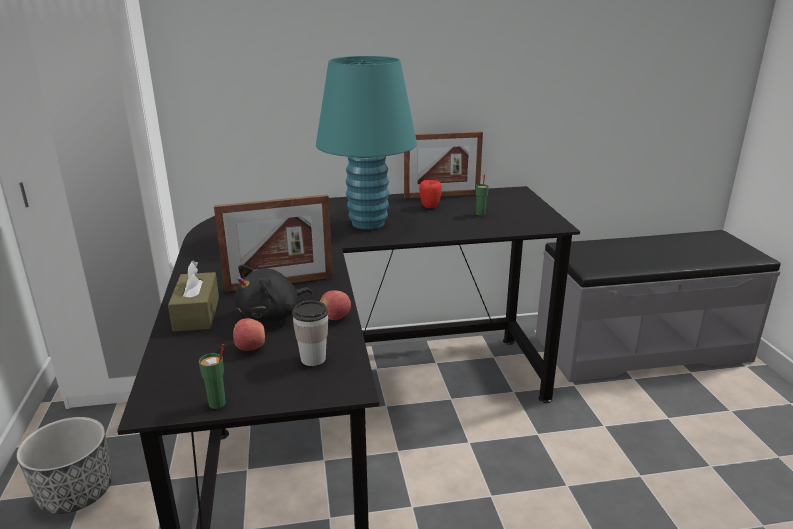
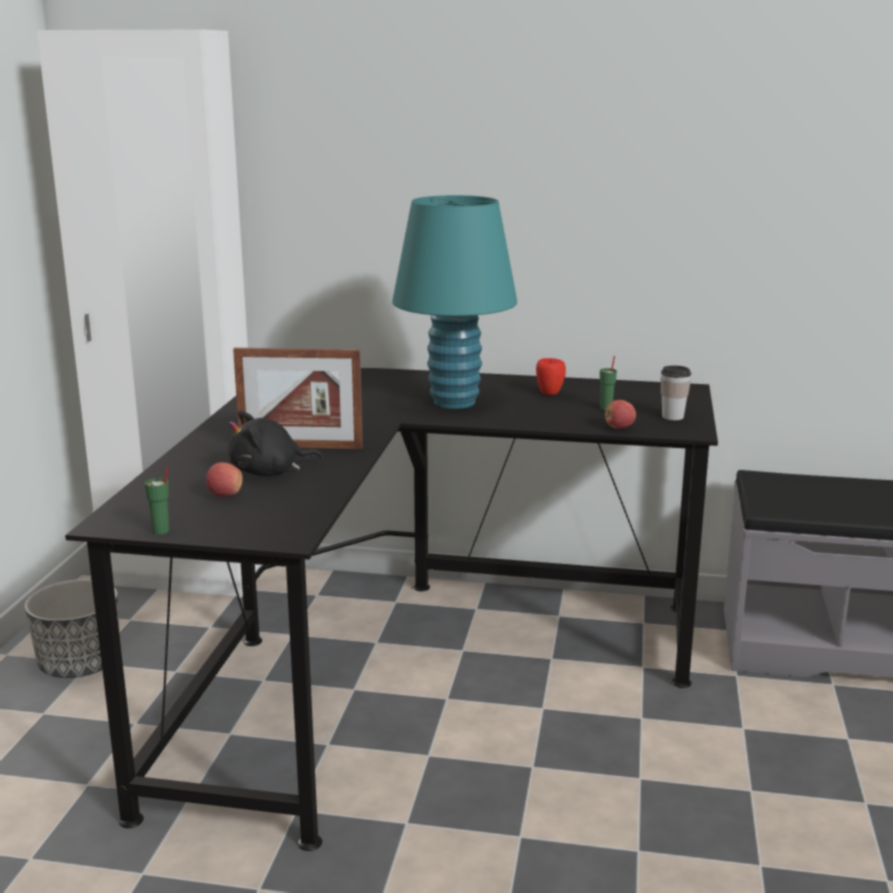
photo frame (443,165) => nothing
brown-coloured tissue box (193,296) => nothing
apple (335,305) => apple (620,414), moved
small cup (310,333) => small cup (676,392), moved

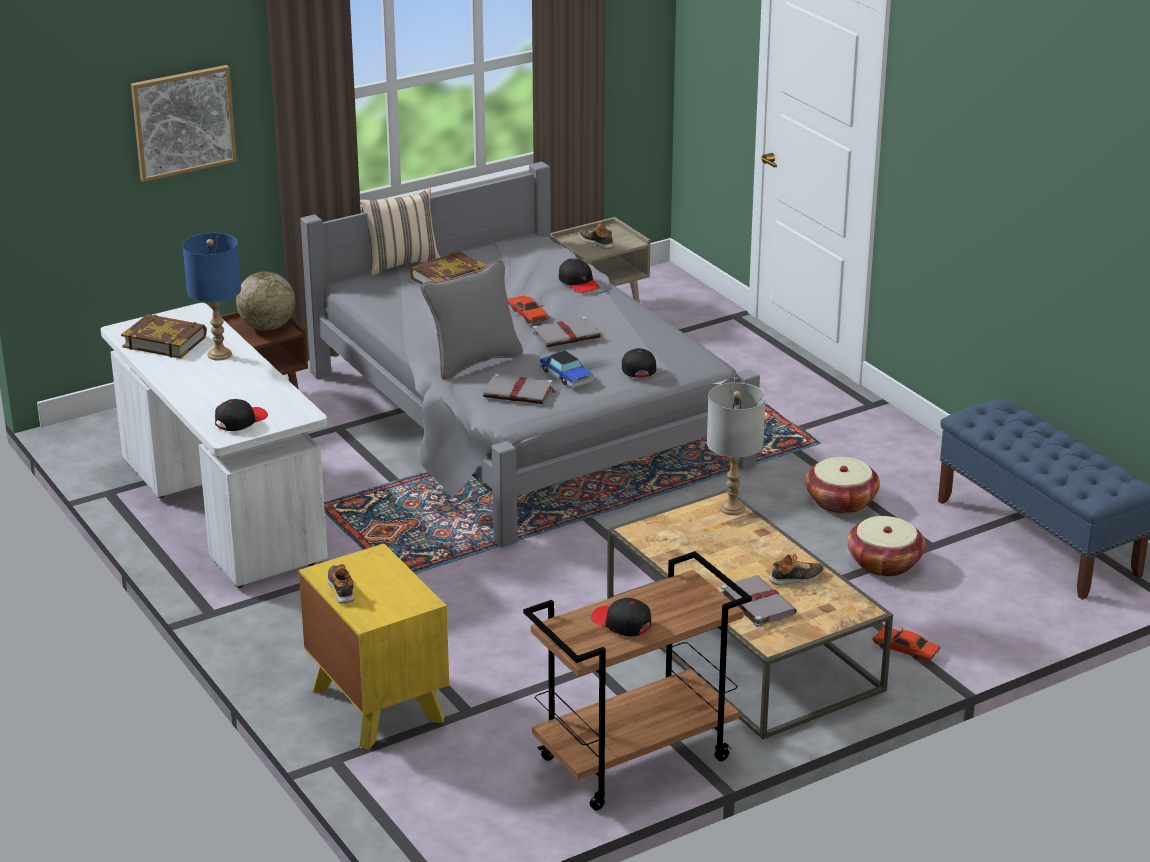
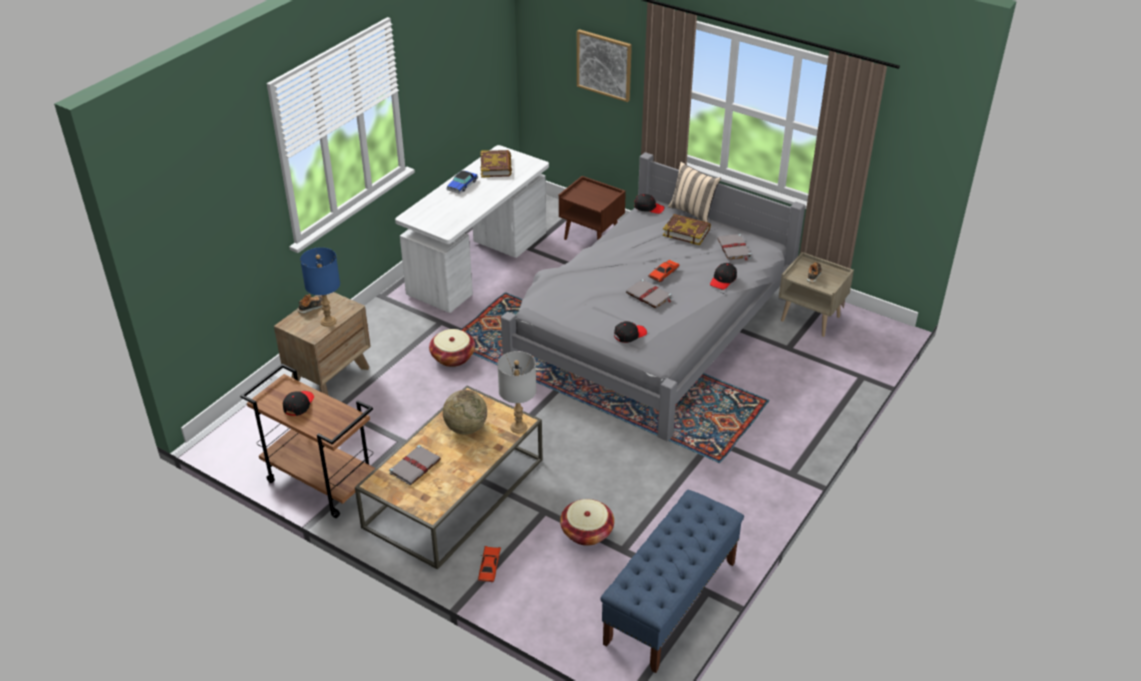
bluish lamp for a table (212,296) => bluish lamp for a table (320,287), moved
gray cushion (472,320) => nothing
globe (265,301) => globe (465,412), moved
miniature car (566,369) => miniature car (462,182), moved
gray book (519,388) => gray book (734,247), moved
black-coloured peaked cap (241,415) => black-coloured peaked cap (650,204), moved
household basket (842,485) => household basket (452,348), moved
yellowish nightstand (374,647) => brown-coloured nightstand (322,344)
shoe (796,569) => nothing

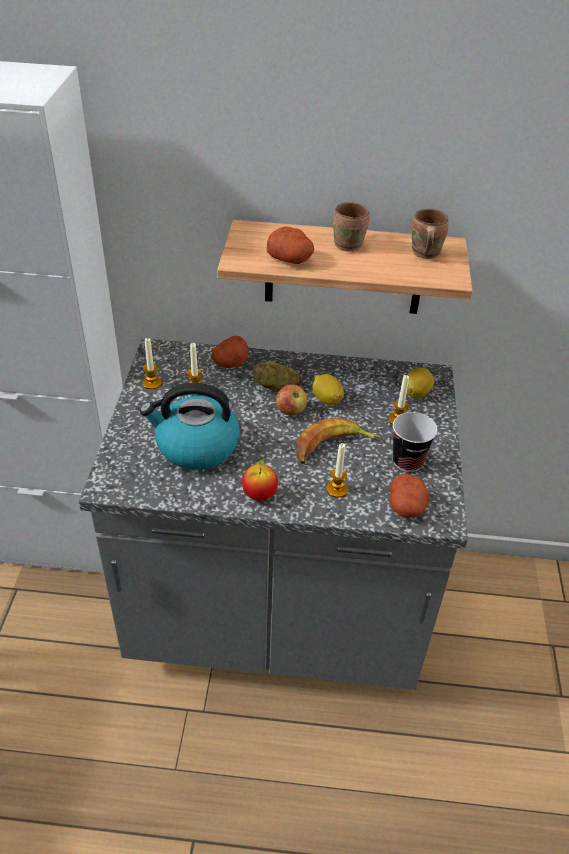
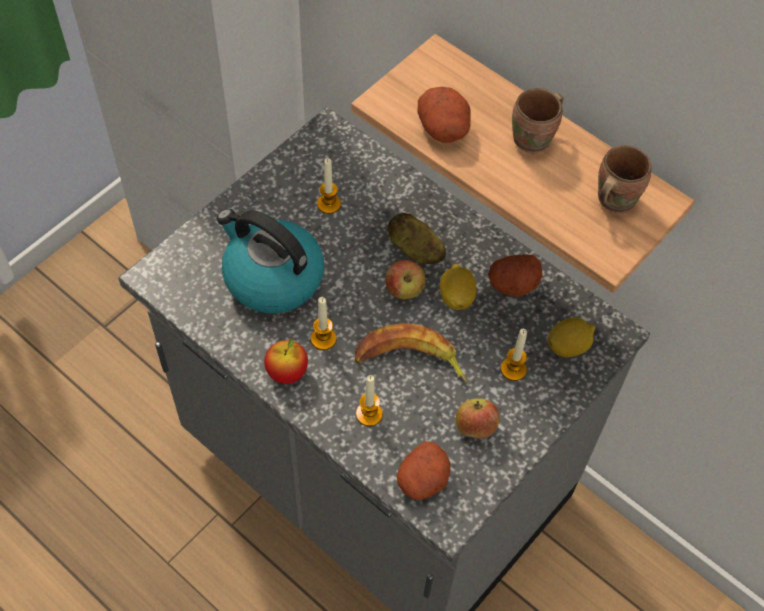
spud (230,351) => spud (516,276), moved
wax light (152,363) => wax light (324,323), moved
small cup (415,442) => apple (478,418)

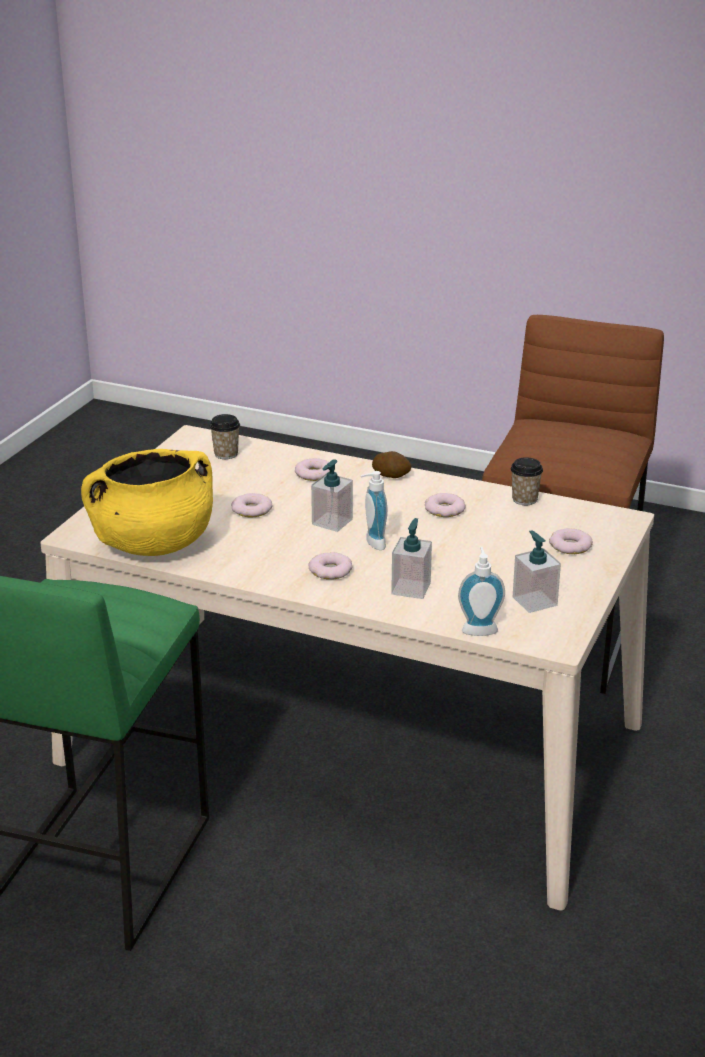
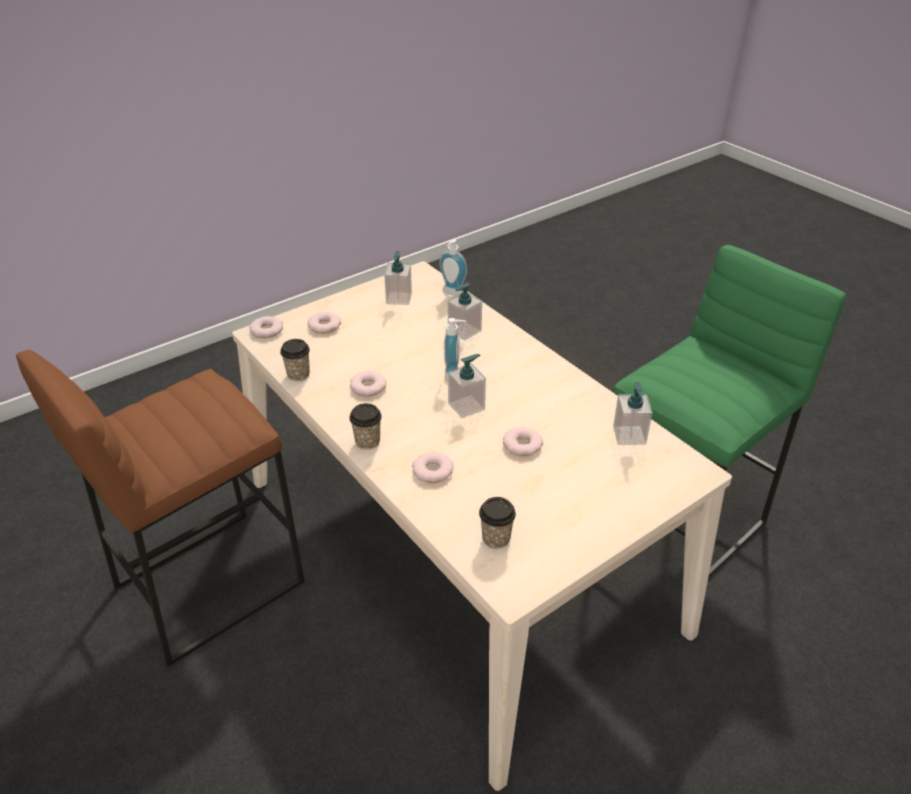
yellowish saucepot (147,502) => soap bottle (633,413)
spud (391,464) => small cup (365,426)
ring doughnut (330,566) => ring doughnut (266,327), moved

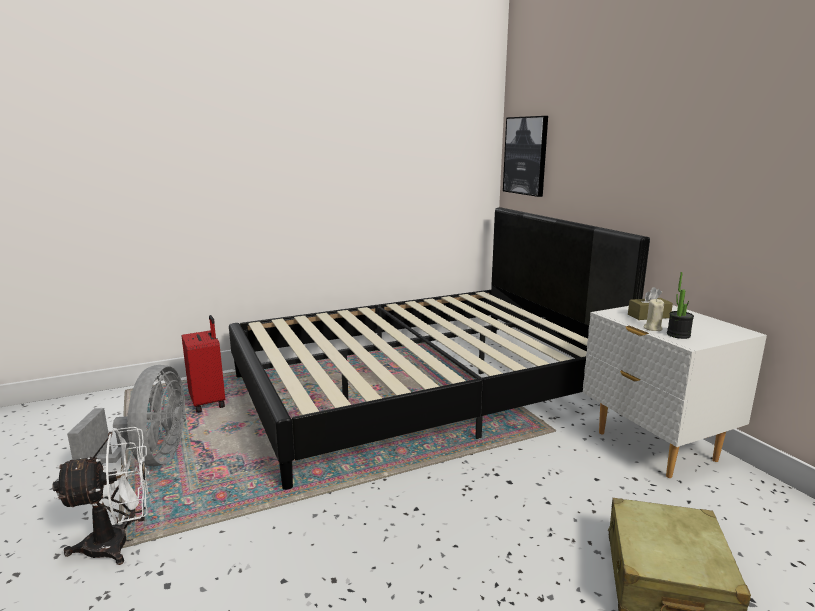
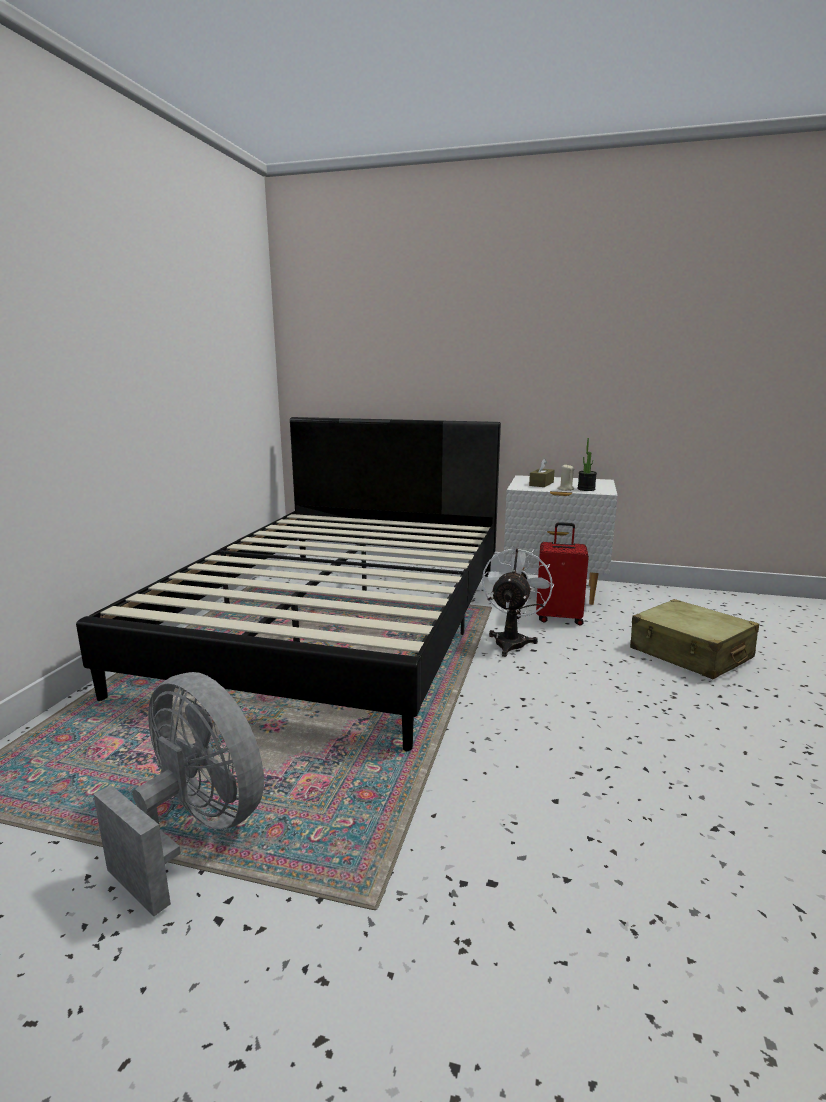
wall picture (525,156) => nothing
red-coloured piece of luggage (203,364) => red-coloured piece of luggage (562,574), moved
whitish electric fan (101,496) => whitish electric fan (518,601), moved

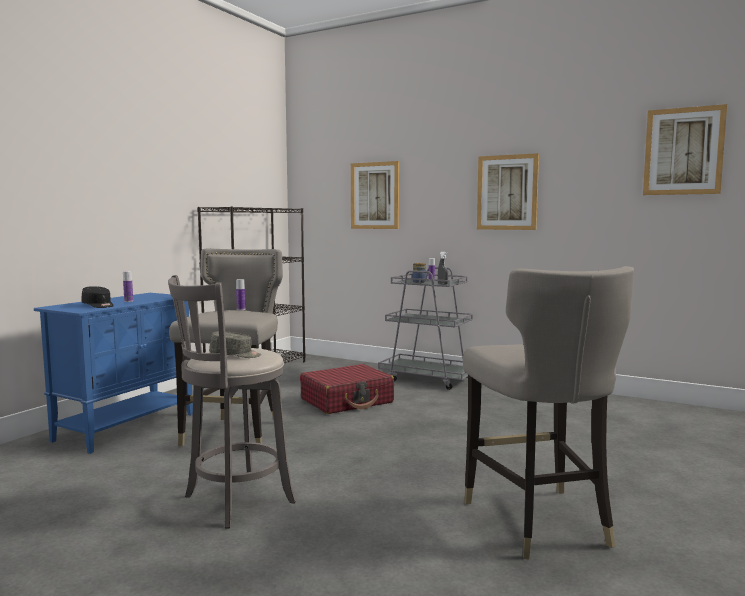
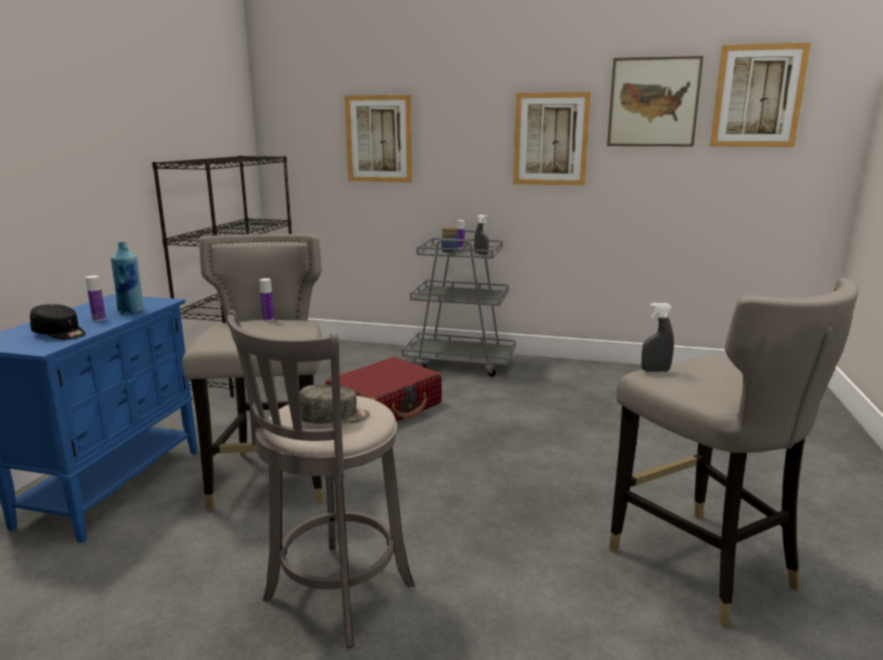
nothing => wall picture (655,101)
nothing => bluish drink bottle (127,278)
nothing => gray spray bottle (657,337)

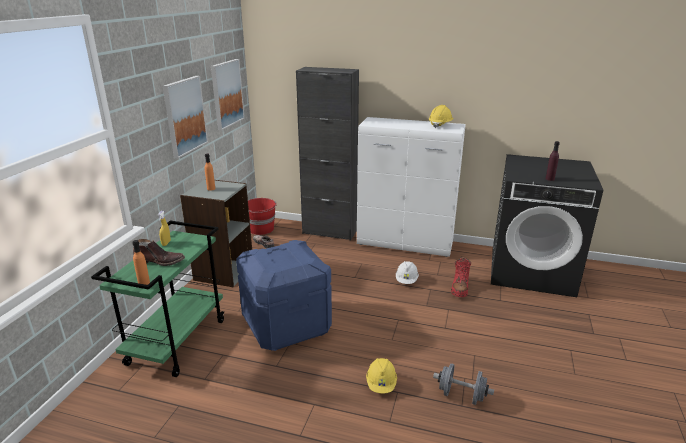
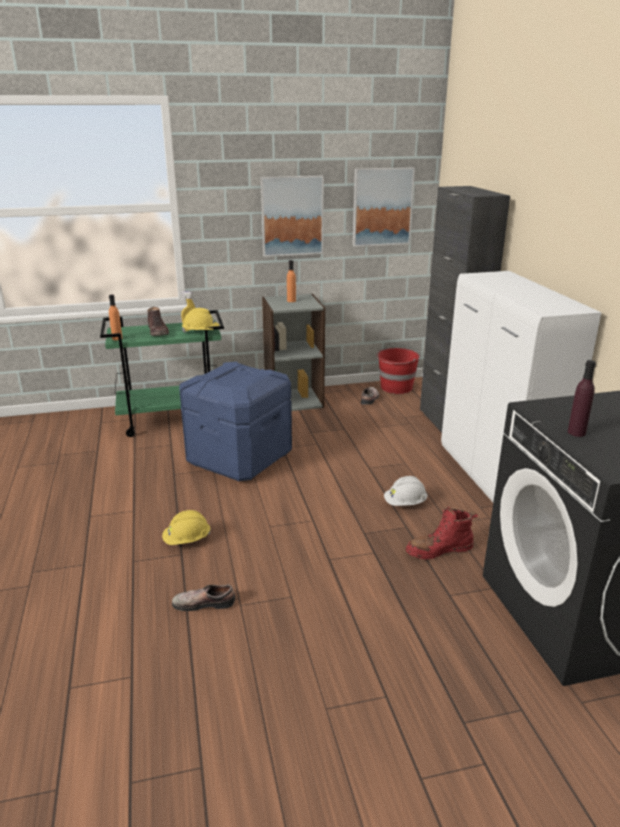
yellowish safety helmet (441,116) => yellowish safety helmet (201,320), moved
gray hand weight (463,384) => shoe (203,597)

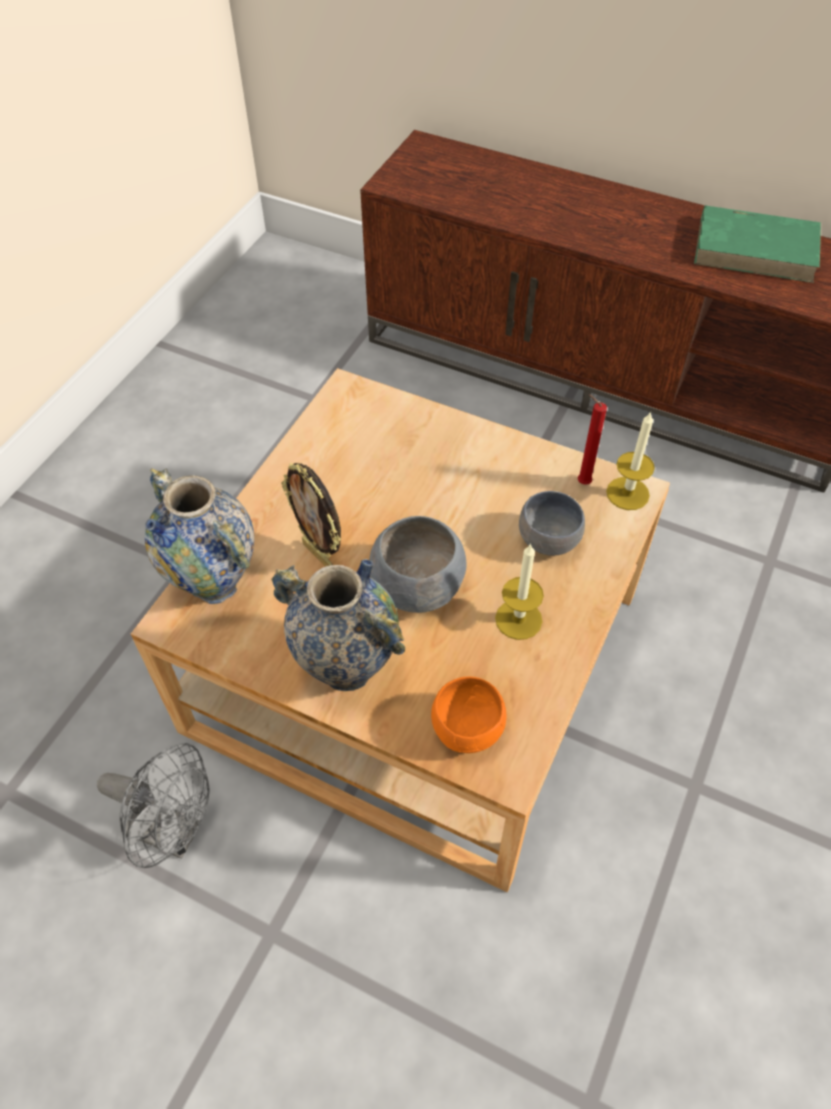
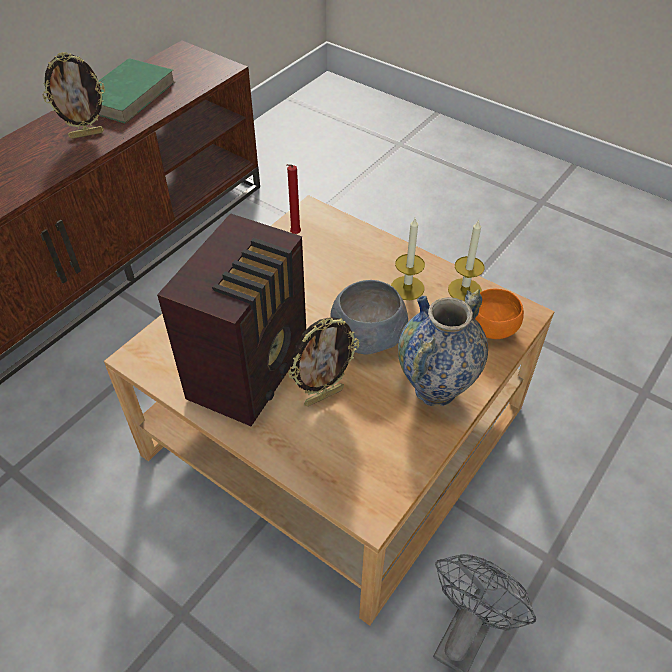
wax light (630,460) => wax light (466,260), moved
decorative vase (199,536) => nothing
gray bowl (552,523) => nothing
nothing => photo frame (74,95)
nothing => radio receiver (231,319)

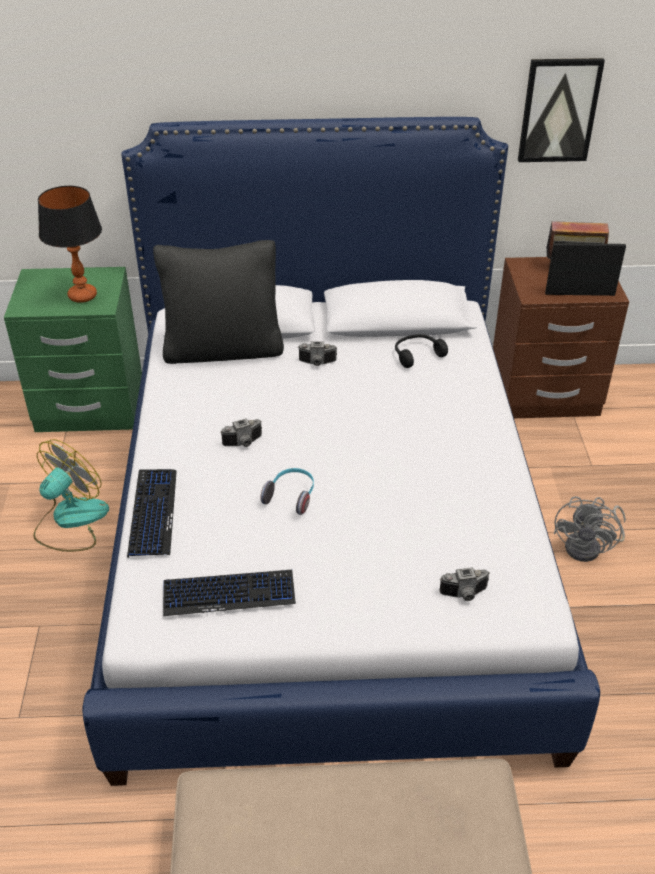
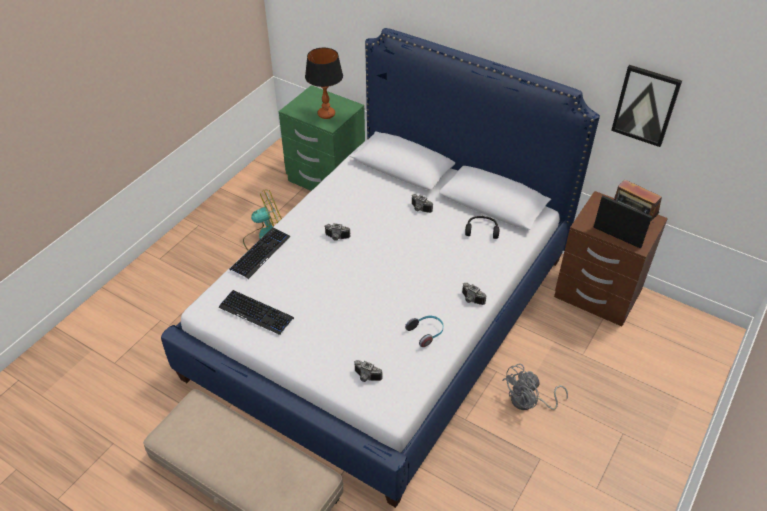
black-coloured cushion (218,302) => nothing
headphones (287,491) => headphones (424,331), moved
nothing => still camera (474,294)

